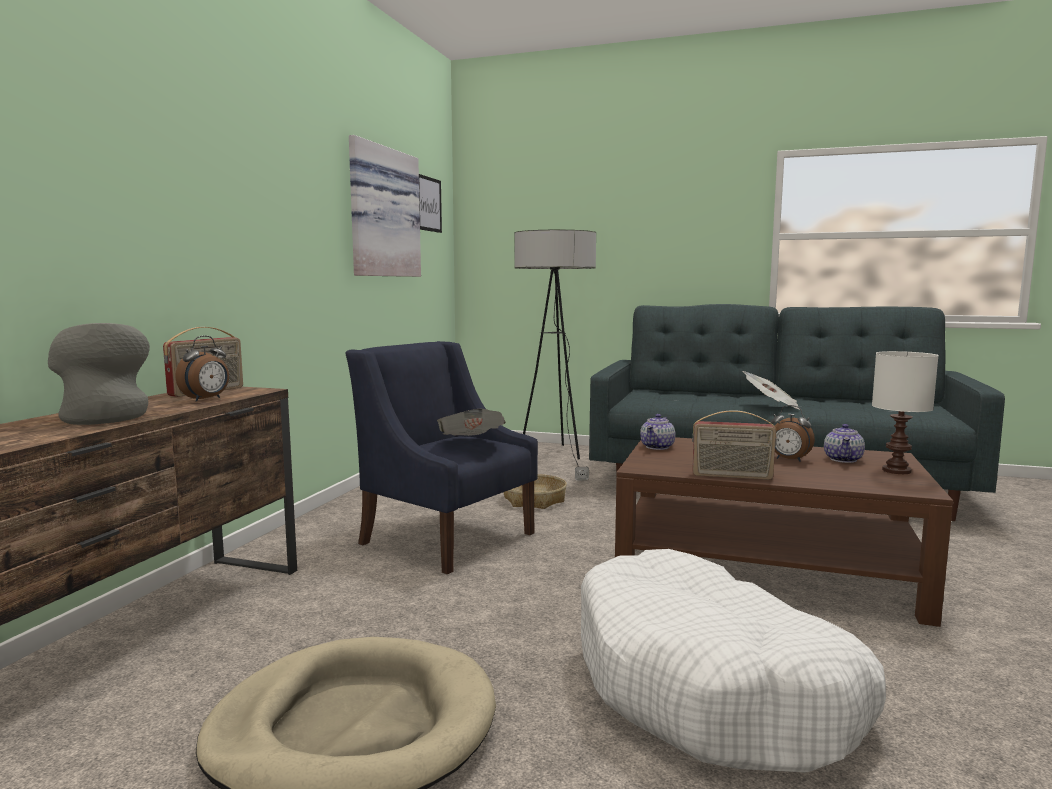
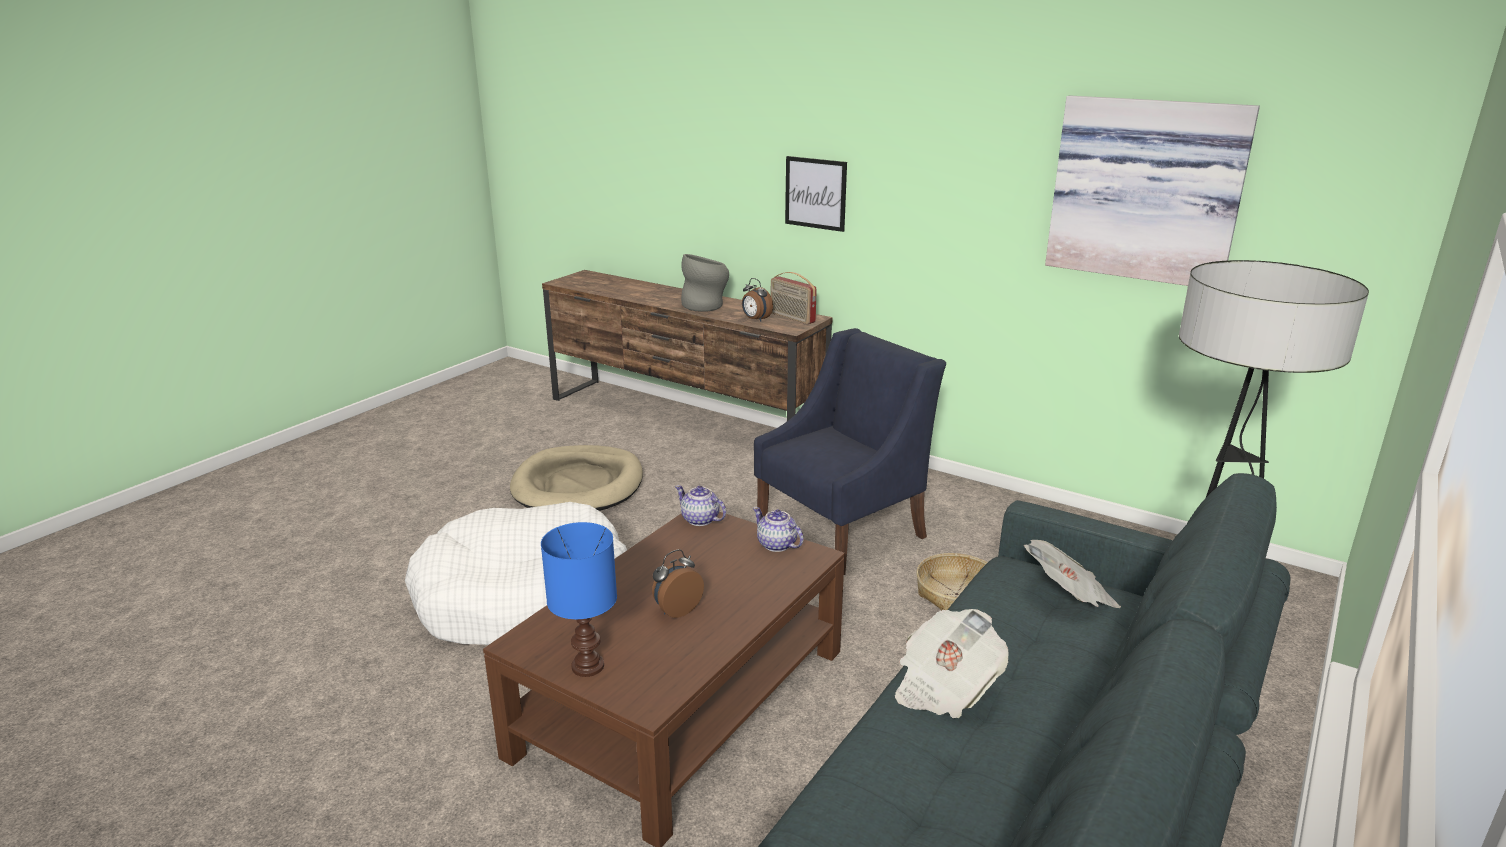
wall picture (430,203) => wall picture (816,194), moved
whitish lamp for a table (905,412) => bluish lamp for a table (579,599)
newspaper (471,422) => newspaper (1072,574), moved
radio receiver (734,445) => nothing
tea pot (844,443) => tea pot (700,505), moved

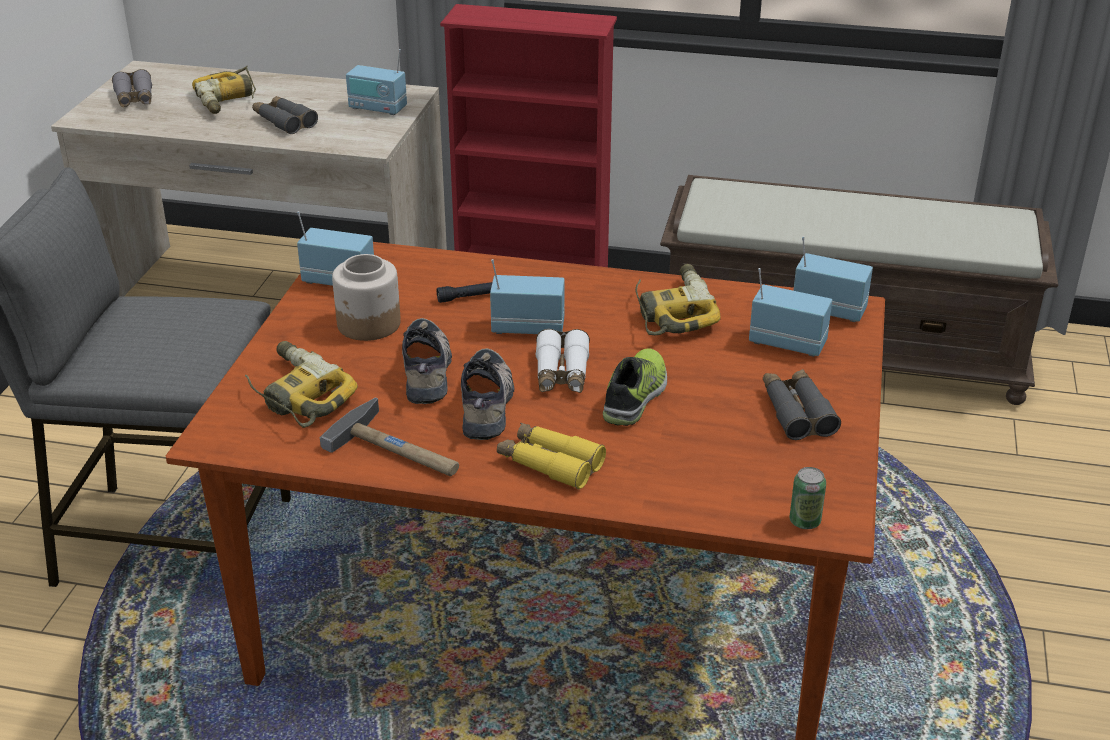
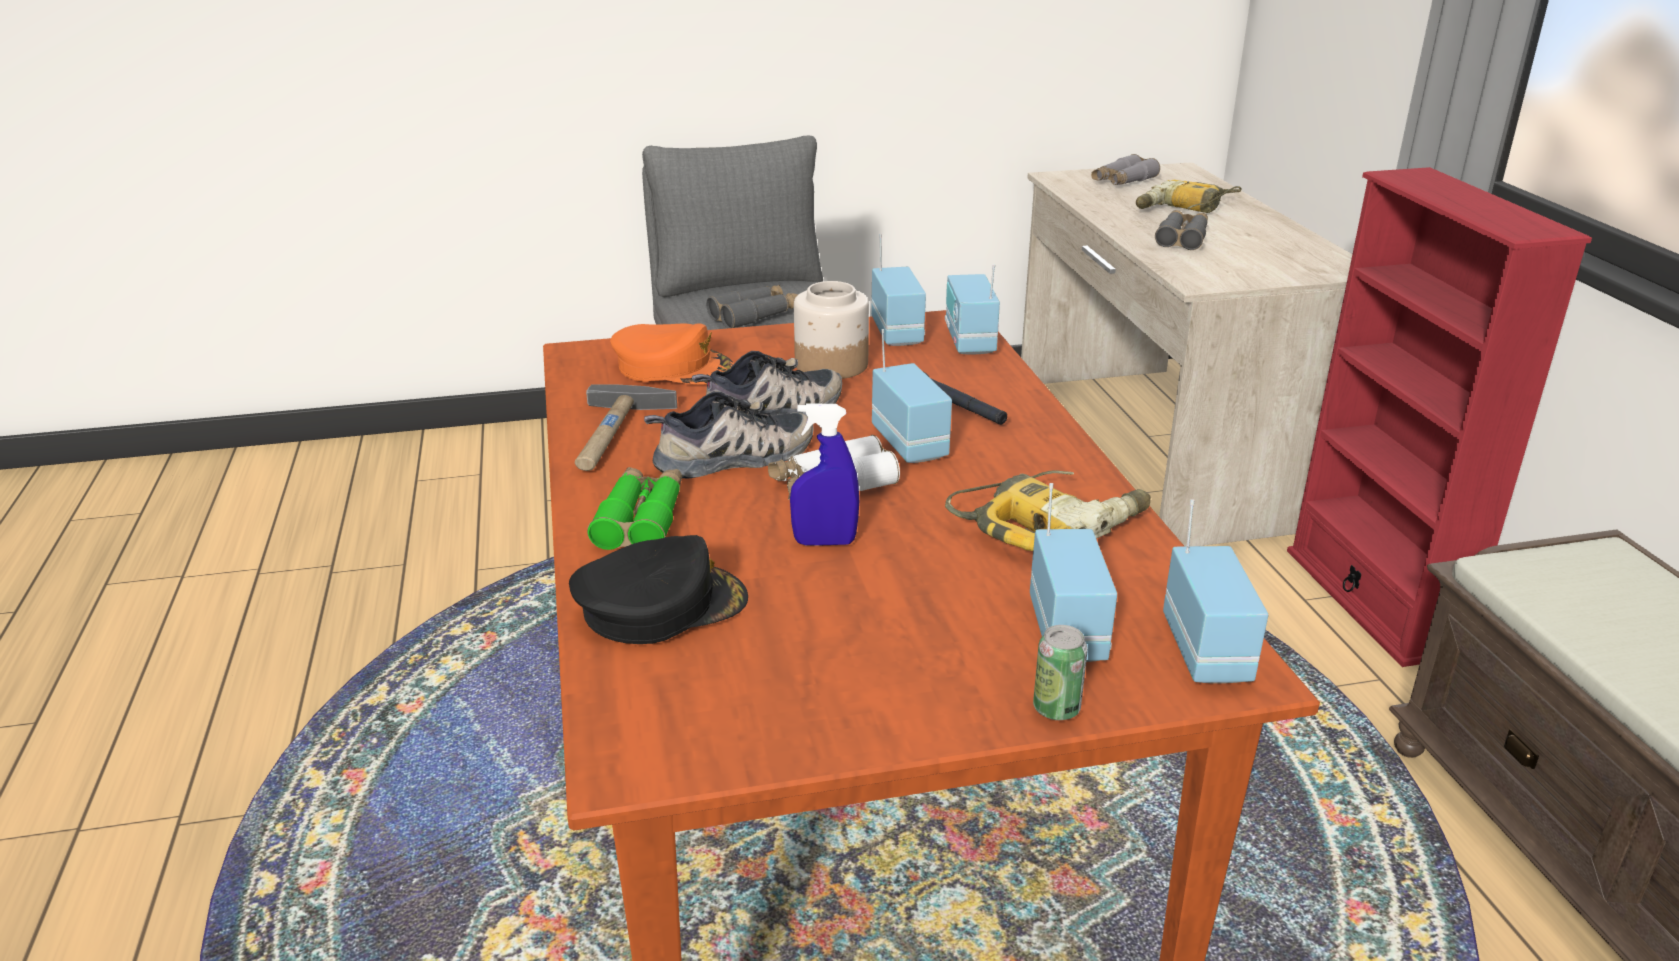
radio receiver (376,82) => radio receiver (972,309), moved
drill (301,384) => orange-coloured peaked cap (672,354)
shoe (635,387) => bluish spray bottle (824,475)
gray field glasses (802,404) => gray field glasses (752,306), moved
yellowish field glasses (551,455) => green-coloured field glasses (634,508)
can (808,498) => can (1060,672), moved
nothing => black-coloured peaked cap (658,589)

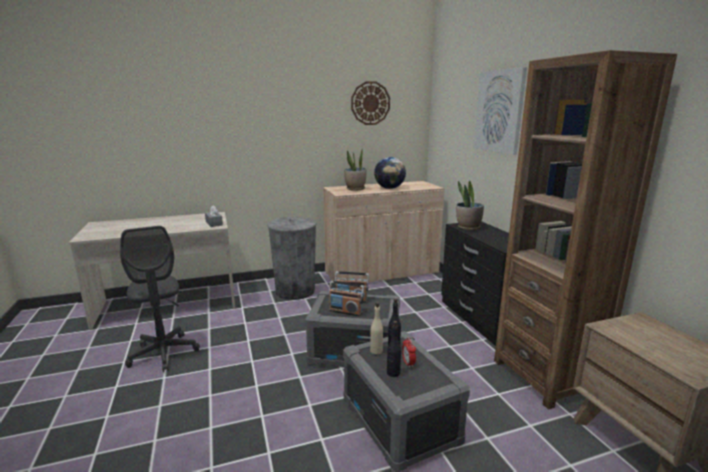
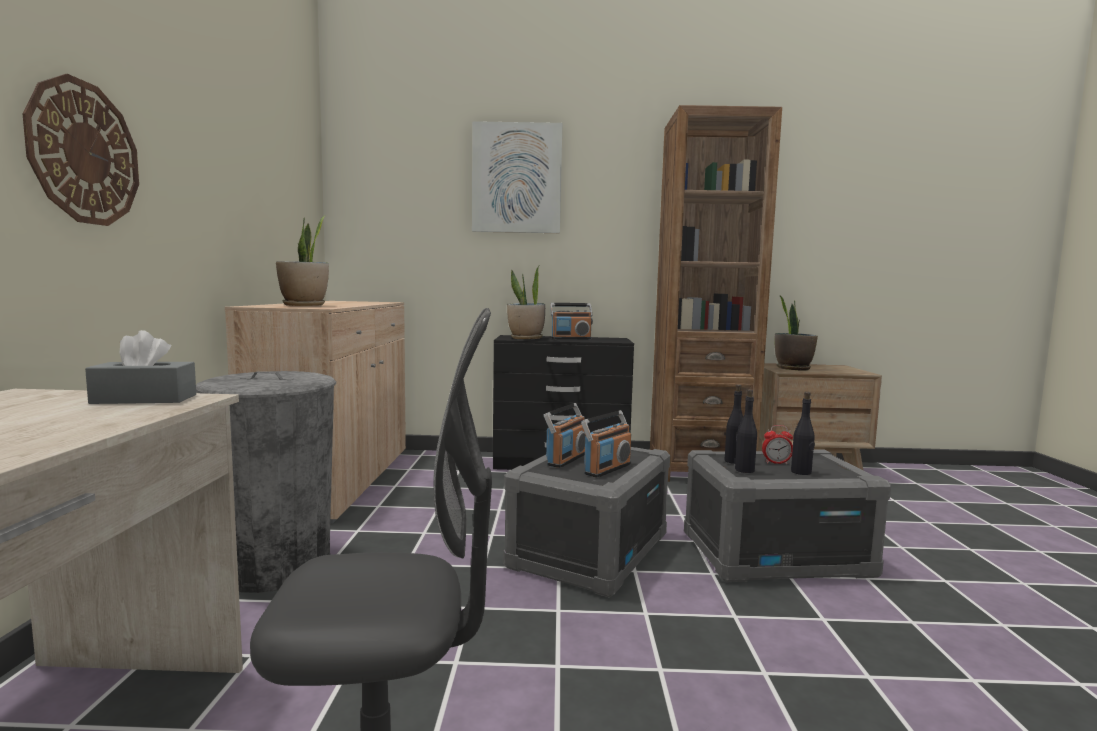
hanging clock (370,103) => hanging clock (81,150), moved
globe (390,173) => nothing
beige drink bottle (376,328) => black-coloured drink bottle (746,431)
nothing => houseplant (796,333)
nothing => radio receiver (571,321)

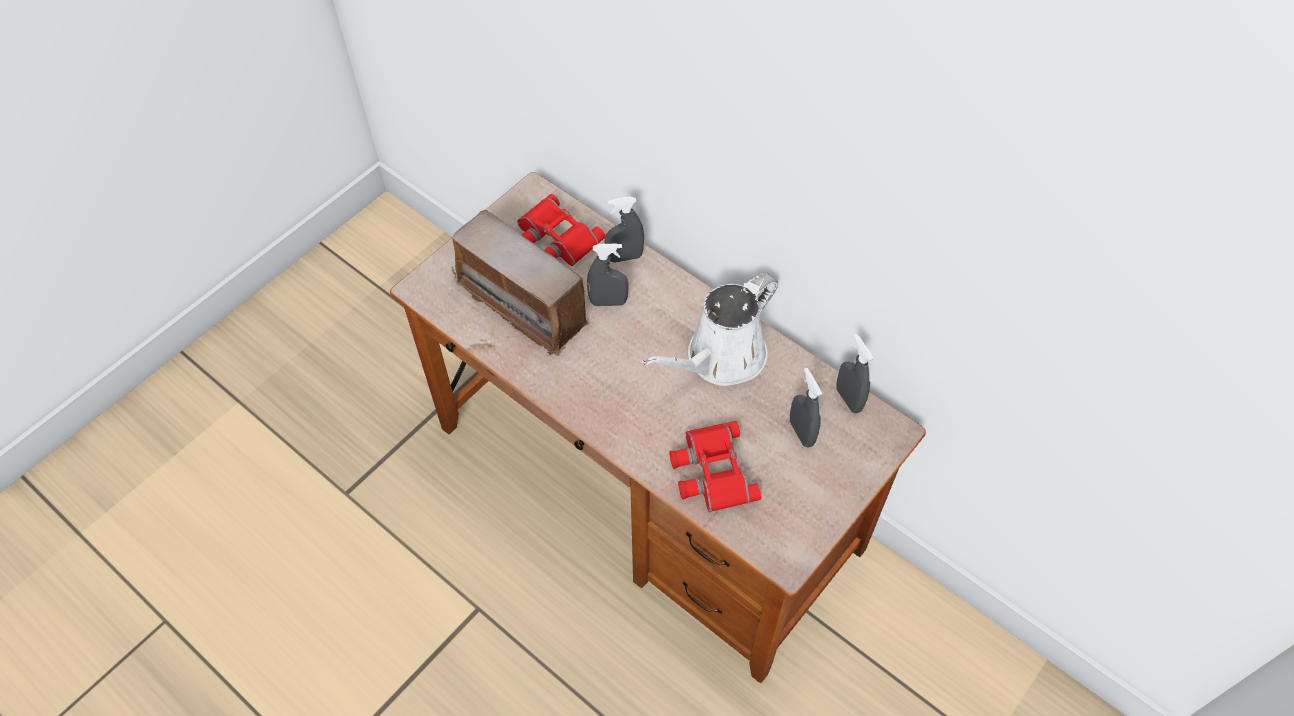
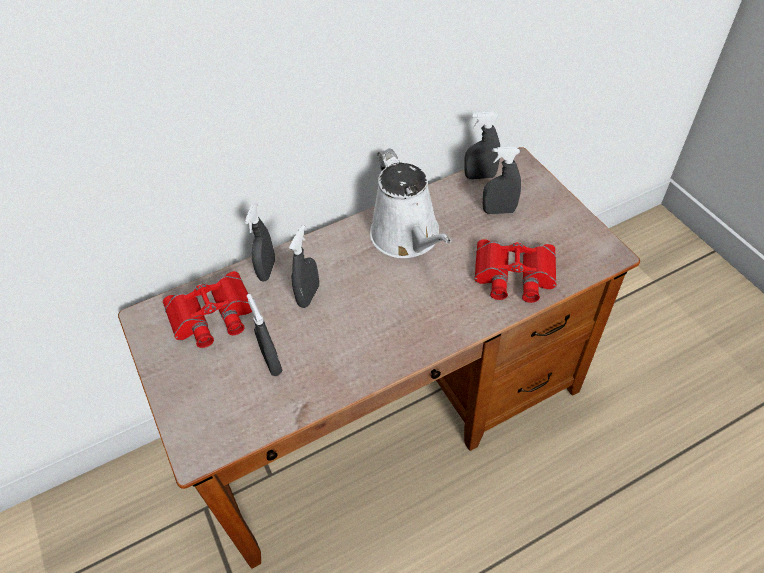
radio receiver (520,283) => gray spray bottle (264,335)

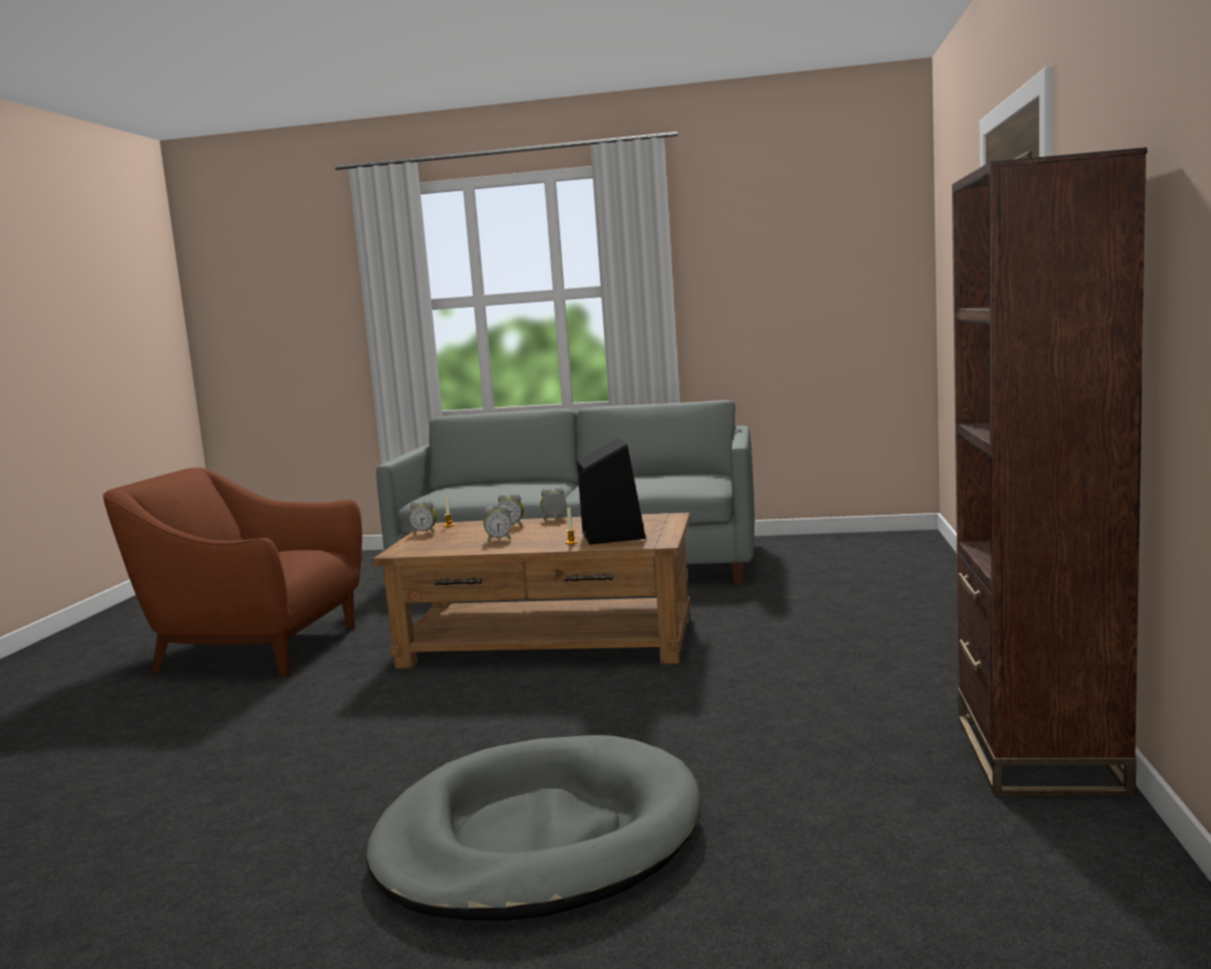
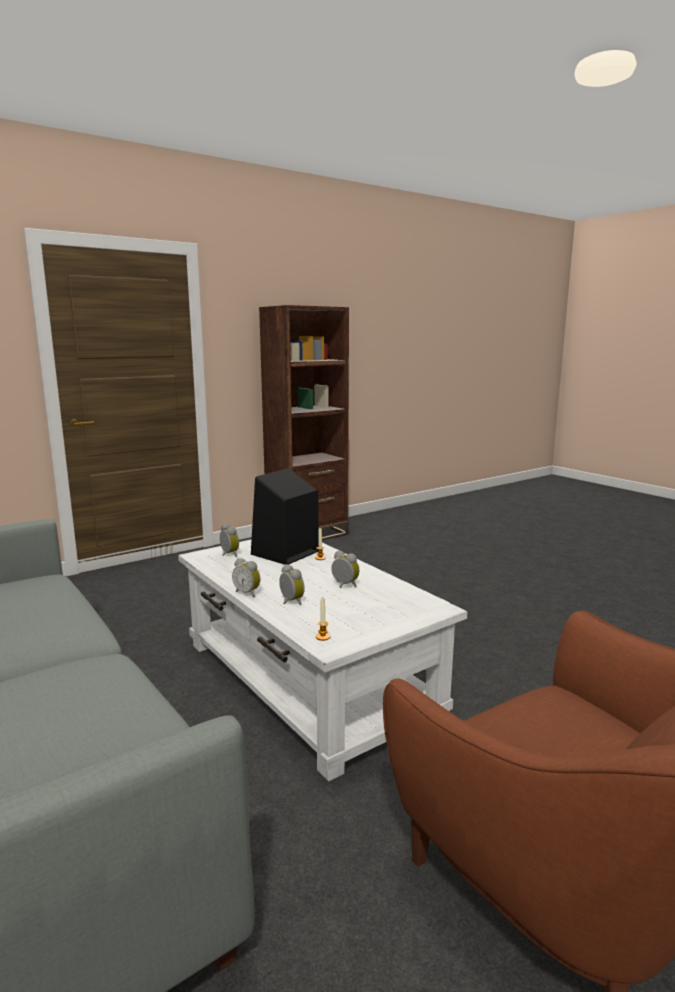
alarm clock (423,517) => alarm clock (229,540), moved
brown-coloured low table (531,590) => whitish low table (322,660)
gray pet bed (534,828) => nothing

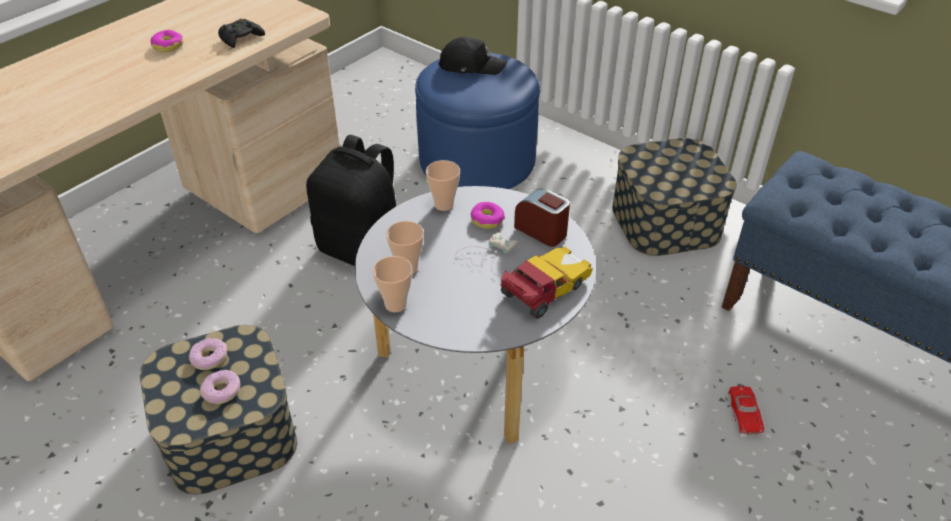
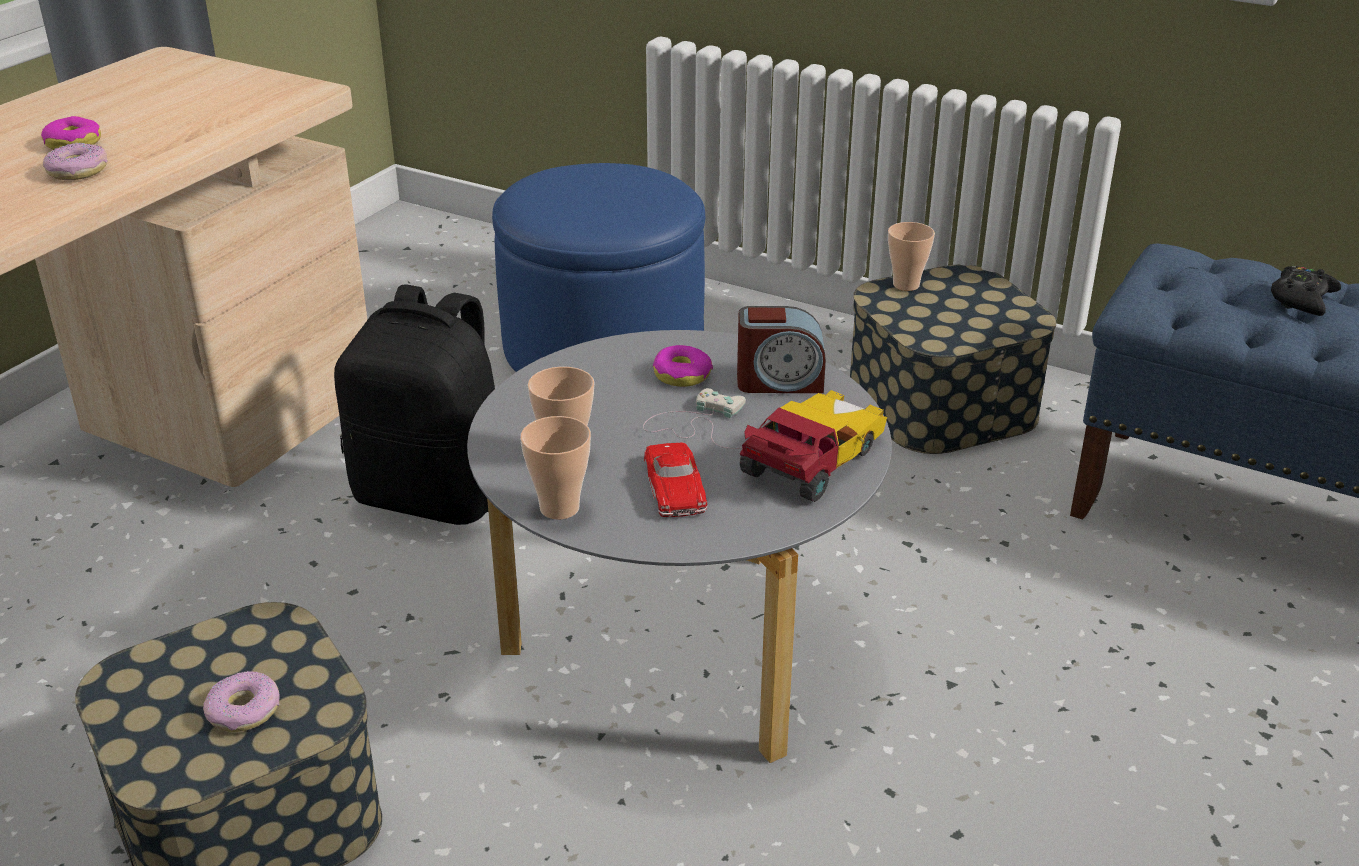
black-coloured joypad (241,33) => black-coloured joypad (1306,291), moved
black-coloured peaked cap (472,56) => nothing
small cup (443,185) => small cup (911,256), moved
alarm clock (542,217) => alarm clock (781,349), 150 degrees clockwise
ring doughnut (208,354) => ring doughnut (75,161), moved
red-coloured miniature car (746,410) => red-coloured miniature car (675,479), moved

